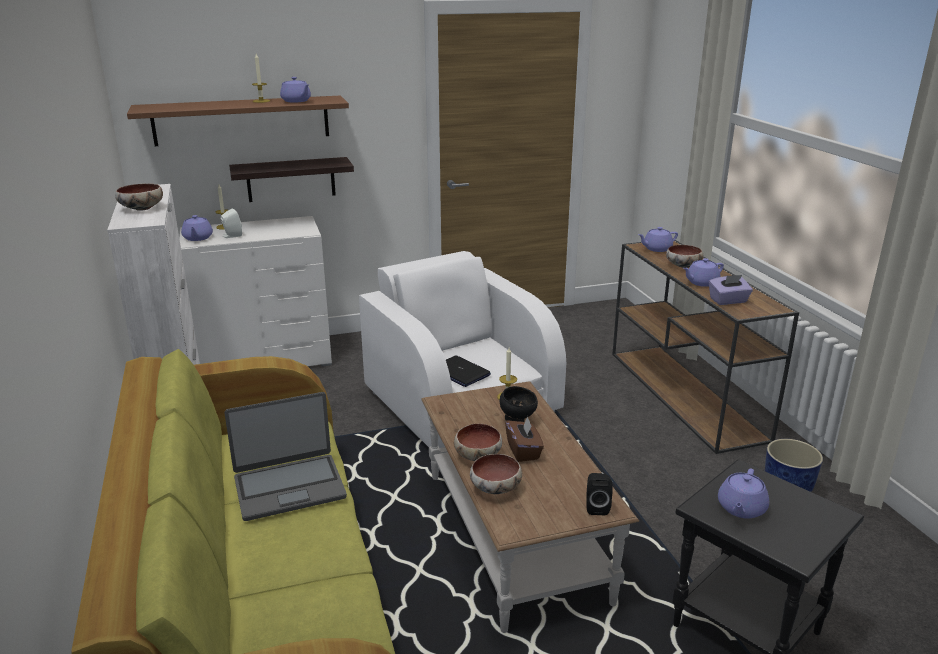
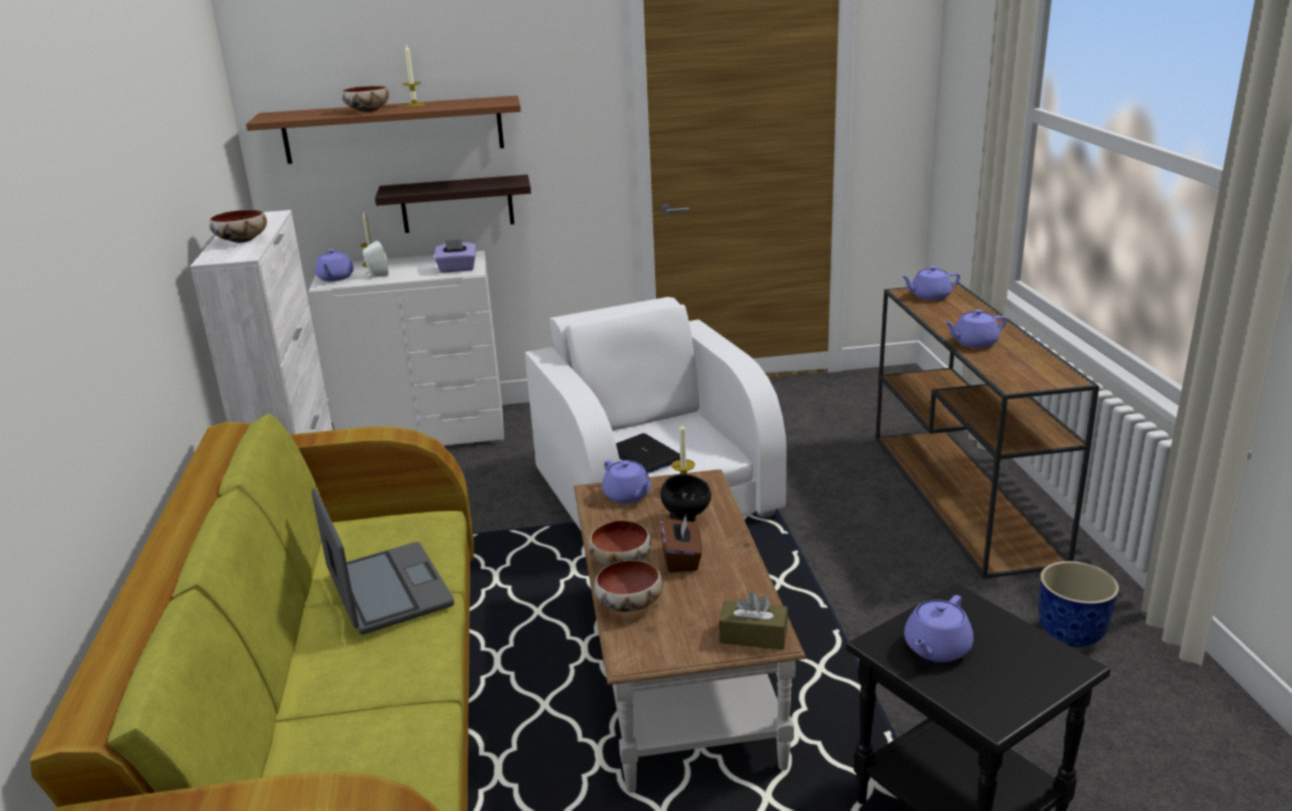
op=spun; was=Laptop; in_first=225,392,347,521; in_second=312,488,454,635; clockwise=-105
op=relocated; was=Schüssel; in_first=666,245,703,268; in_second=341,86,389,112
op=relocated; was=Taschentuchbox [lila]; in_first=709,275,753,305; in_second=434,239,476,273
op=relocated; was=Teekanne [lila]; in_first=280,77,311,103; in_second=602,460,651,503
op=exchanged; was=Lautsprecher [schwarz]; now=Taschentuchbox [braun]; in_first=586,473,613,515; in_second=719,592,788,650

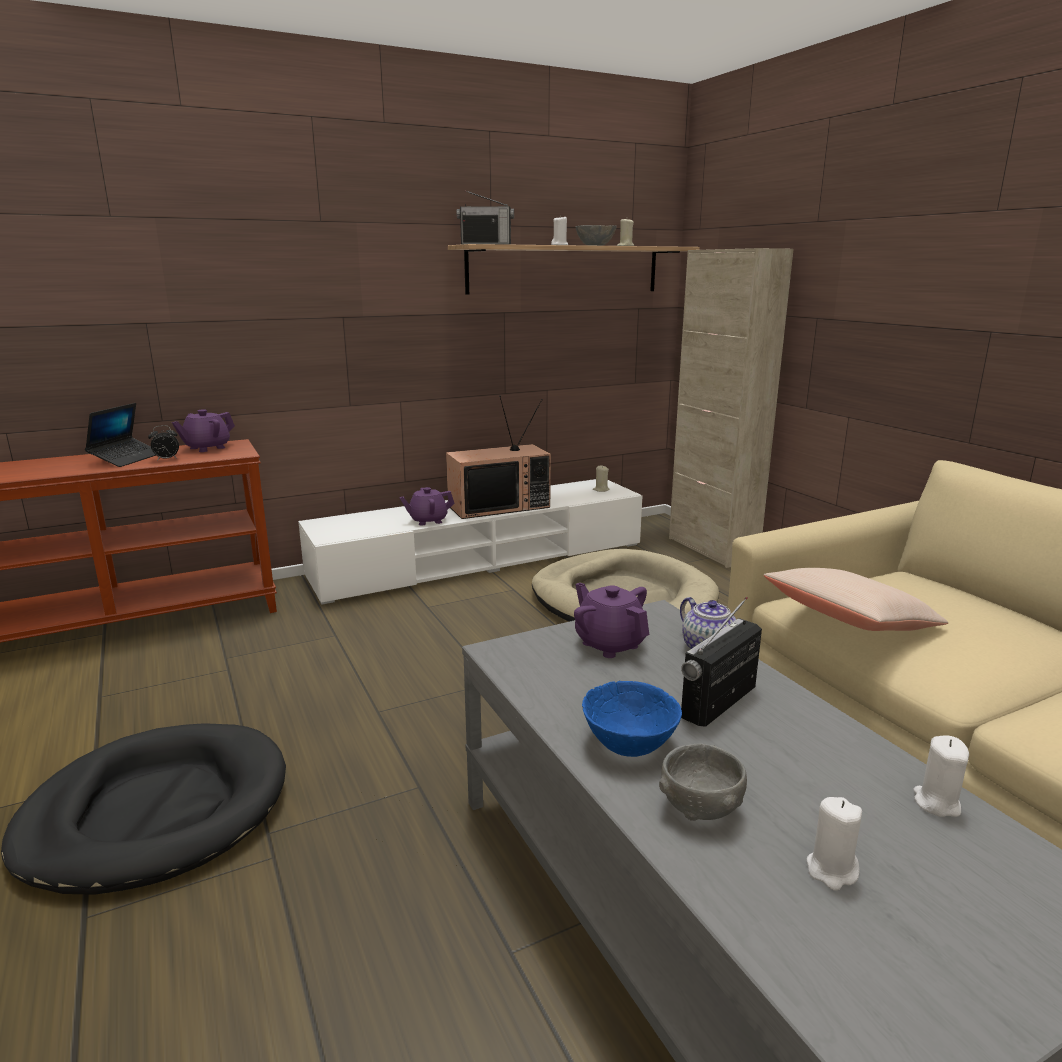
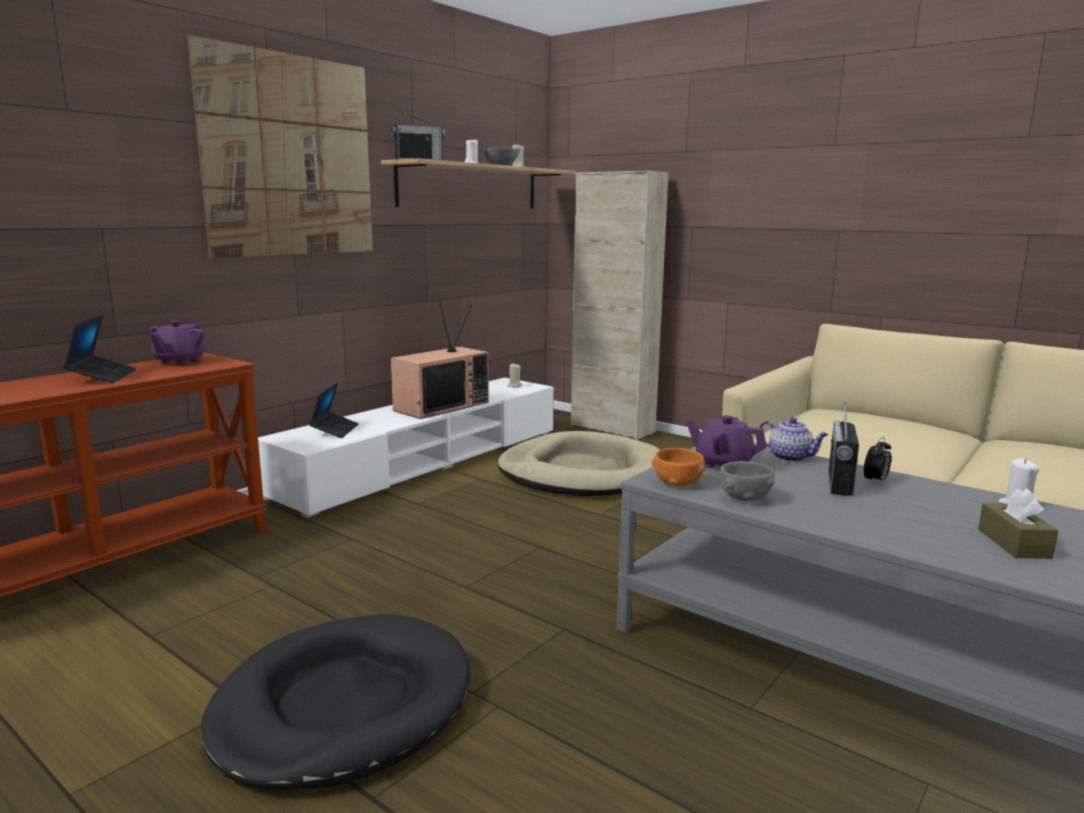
op=appeared; now=Bild; in_second=187,35,373,258
op=appeared; now=Laptop; in_second=309,382,359,438
op=appeared; now=Schüssel [orange]; in_second=652,448,705,486
op=relocated; was=Schüssel [grau]; in_first=659,743,747,821; in_second=720,461,774,501
op=relocated; was=Wecker; in_first=148,425,179,461; in_second=864,437,891,484
op=exchanged; was=Kerze [weiß]; now=Taschentuchbox [braun]; in_first=807,797,862,891; in_second=978,488,1058,559
op=missing; was=Teekanne [lila]; in_first=399,487,455,526
op=missing; was=Schüssel [blau]; in_first=582,681,682,757
op=missing; was=Kissen [beige]; in_first=764,568,948,631

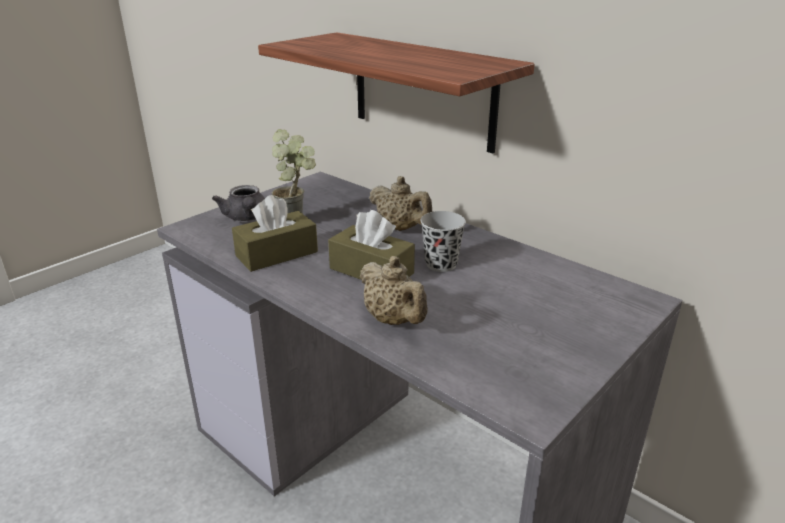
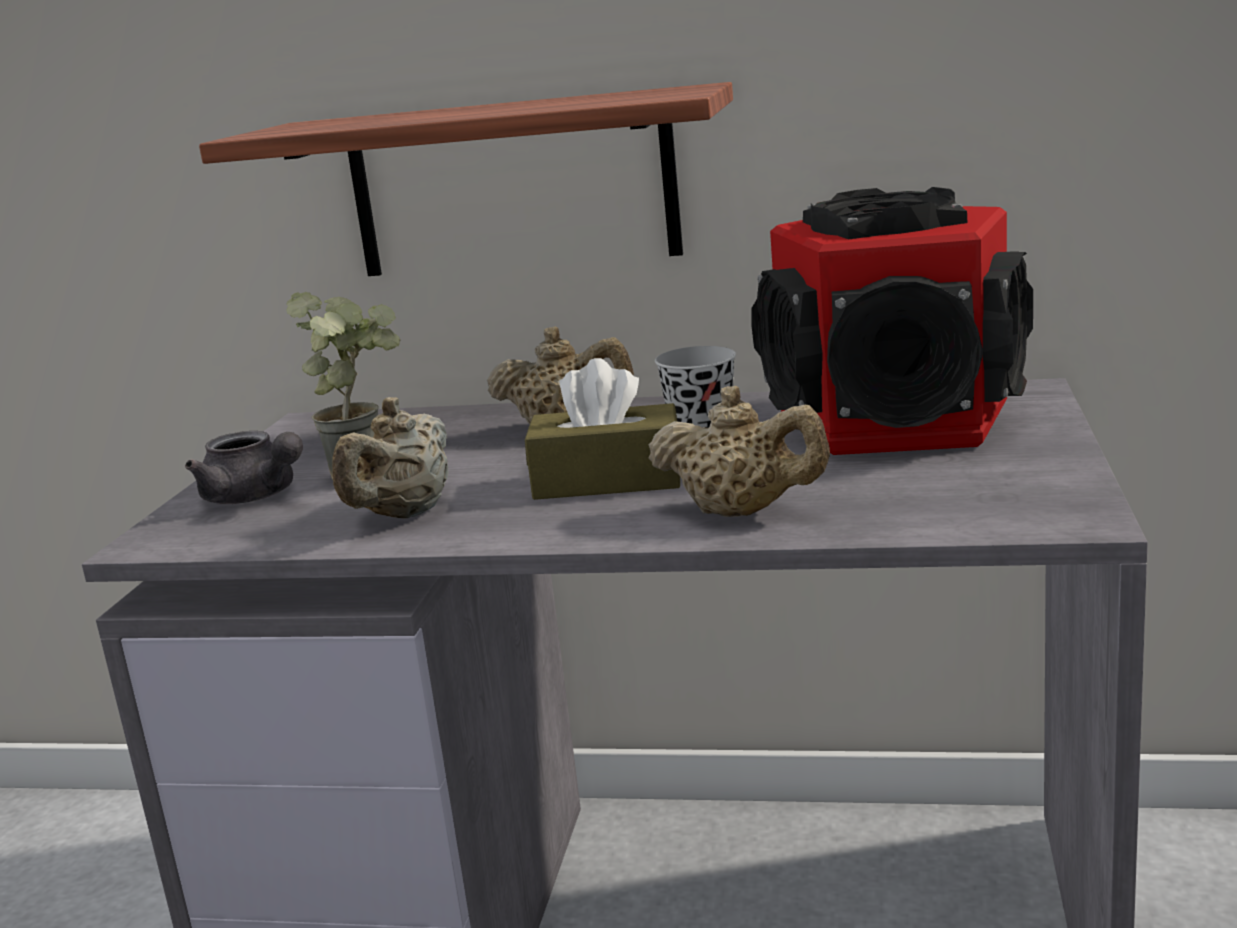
op=exchanged; was=Taschentuchbox [braun]; now=Teekanne [beige]; in_first=232,195,318,272; in_second=332,397,449,519
op=appeared; now=Lautsprecher; in_second=751,187,1033,455

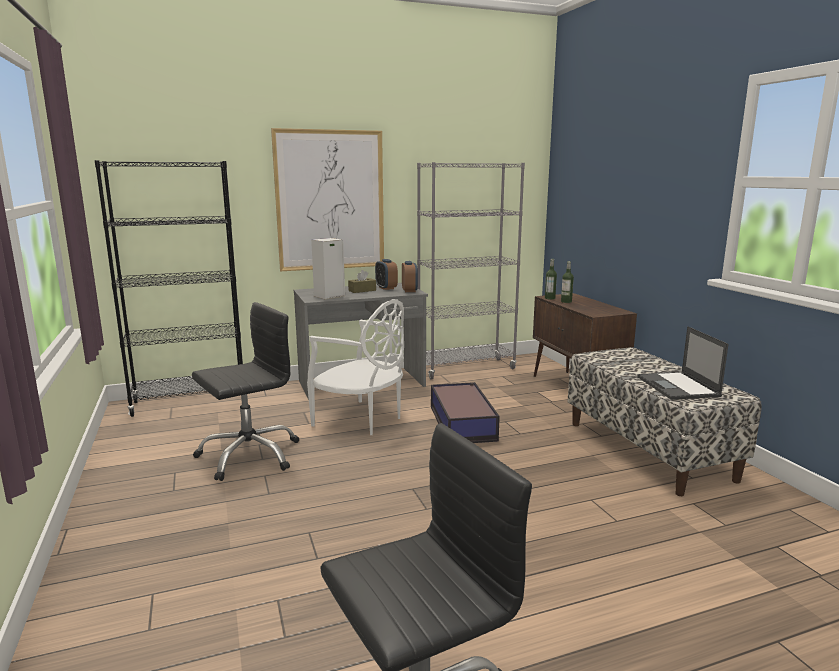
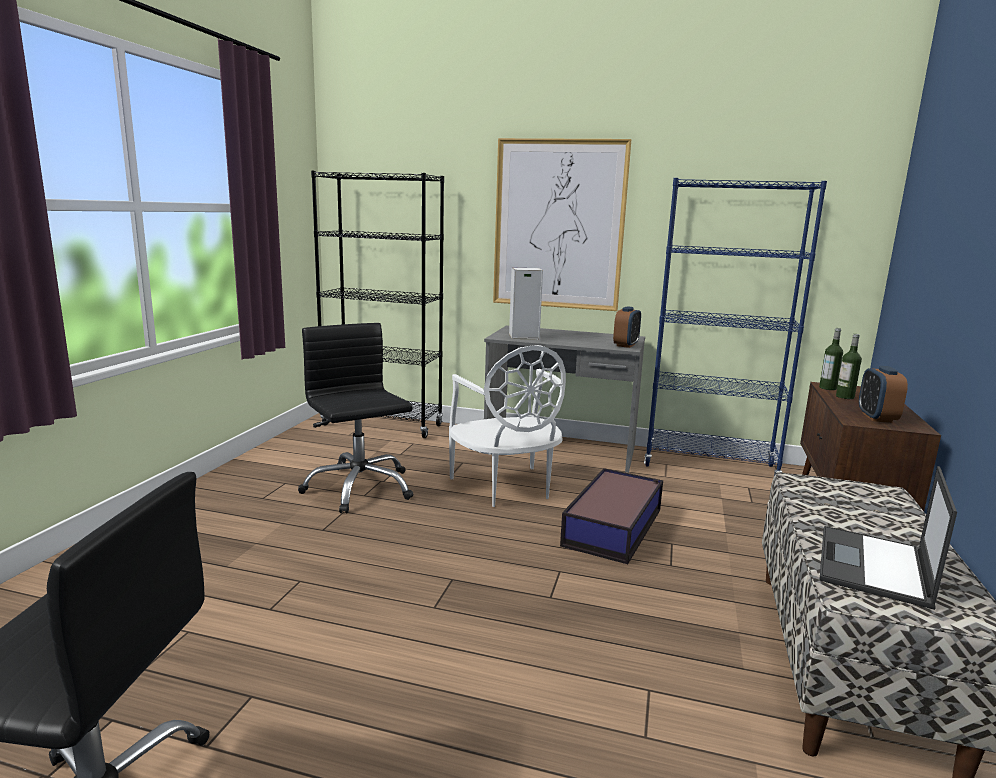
op=spun; was=Bürostuhl [schwarz]; in_first=192,302,299,481; in_second=298,323,413,514; clockwise=-120
op=colour; was=Bücherregal [grau]; now=Bücherregal [blau]; in_first=417,162,525,380; in_second=644,178,827,476
op=relocated; was=Wecker; in_first=375,259,398,290; in_second=859,366,908,423
op=missing; was=Taschentuchbox [braun]; in_first=348,270,376,293

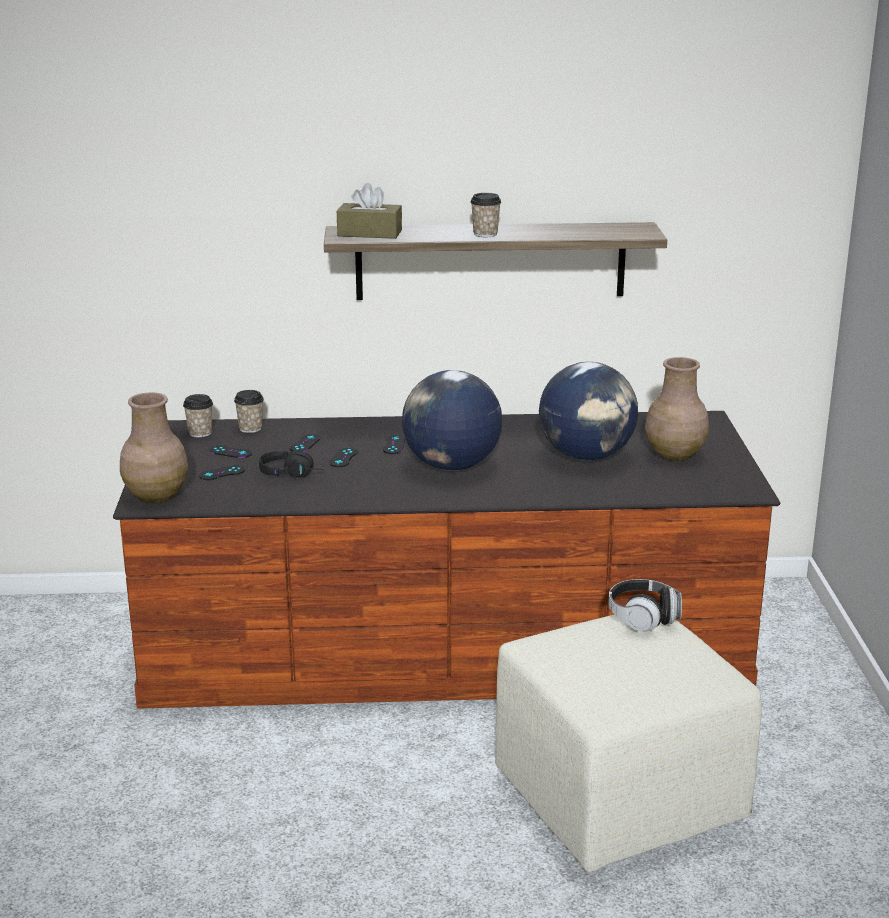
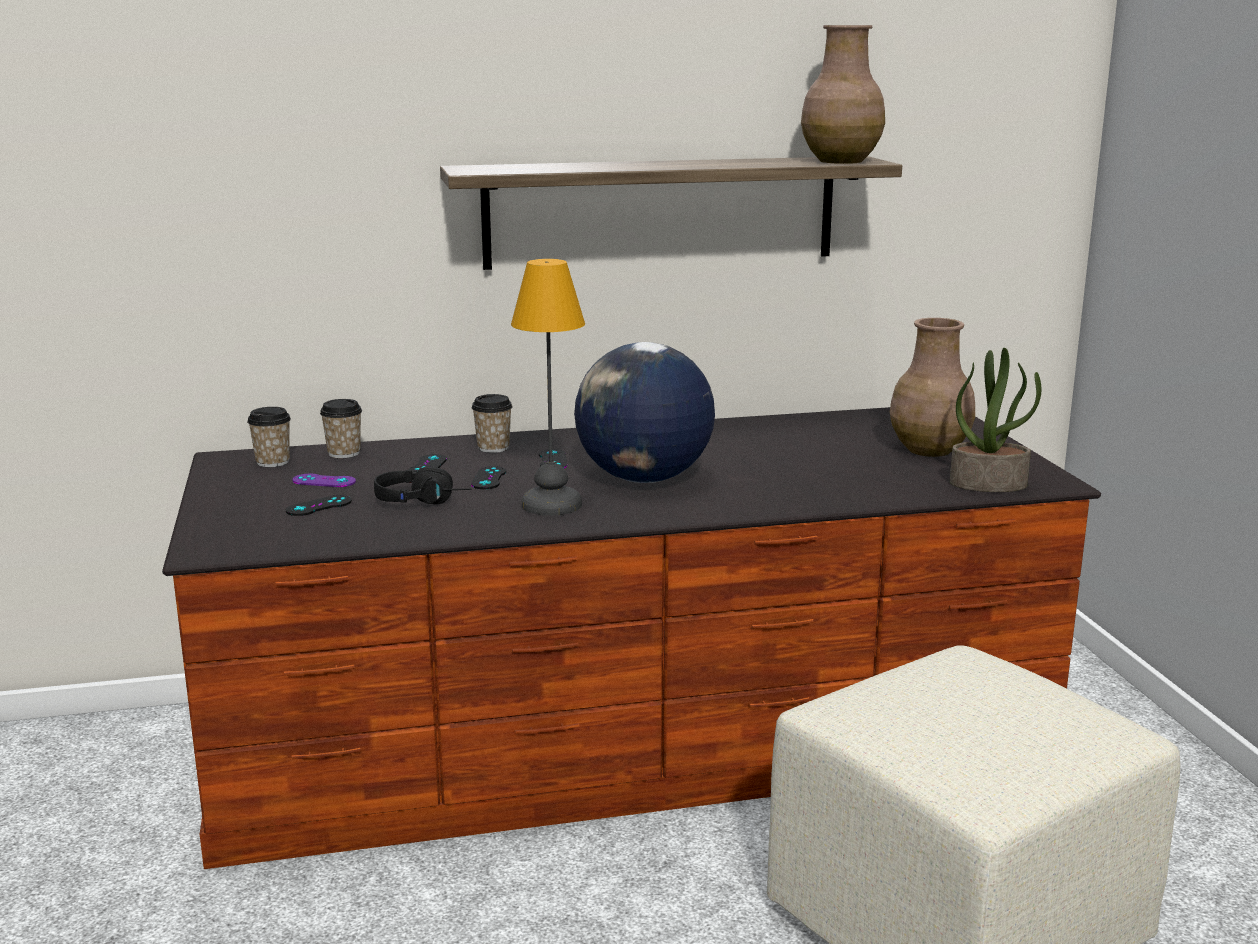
op=colour; was=Gamepad [schwarz]; now=Gamepad [lila]; in_first=210,445,252,458; in_second=293,474,356,487
op=relocated; was=Tasse; in_first=470,193,501,237; in_second=472,394,513,453
op=appeared; now=Tischlampe; in_second=511,259,585,516
op=relocated; was=Vase [braun]; in_first=120,393,188,504; in_second=801,25,885,164
op=appeared; now=Topfpflanze; in_second=950,348,1041,492
op=missing; was=Taschentuchbox [braun]; in_first=337,183,402,239
op=missing; was=Globus; in_first=539,362,638,461
op=missing; was=Kopfhörer; in_first=608,579,682,632

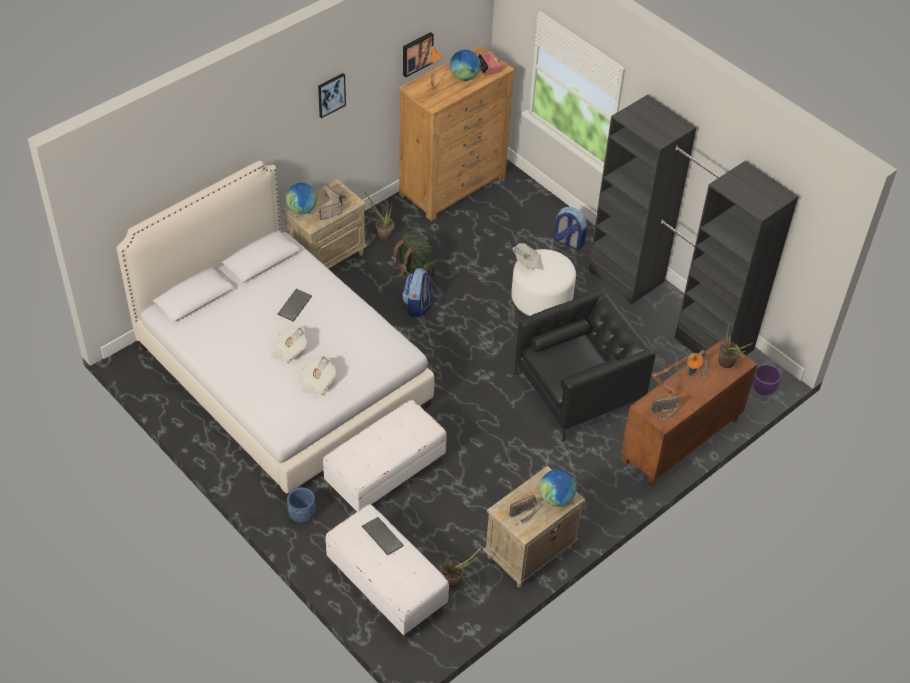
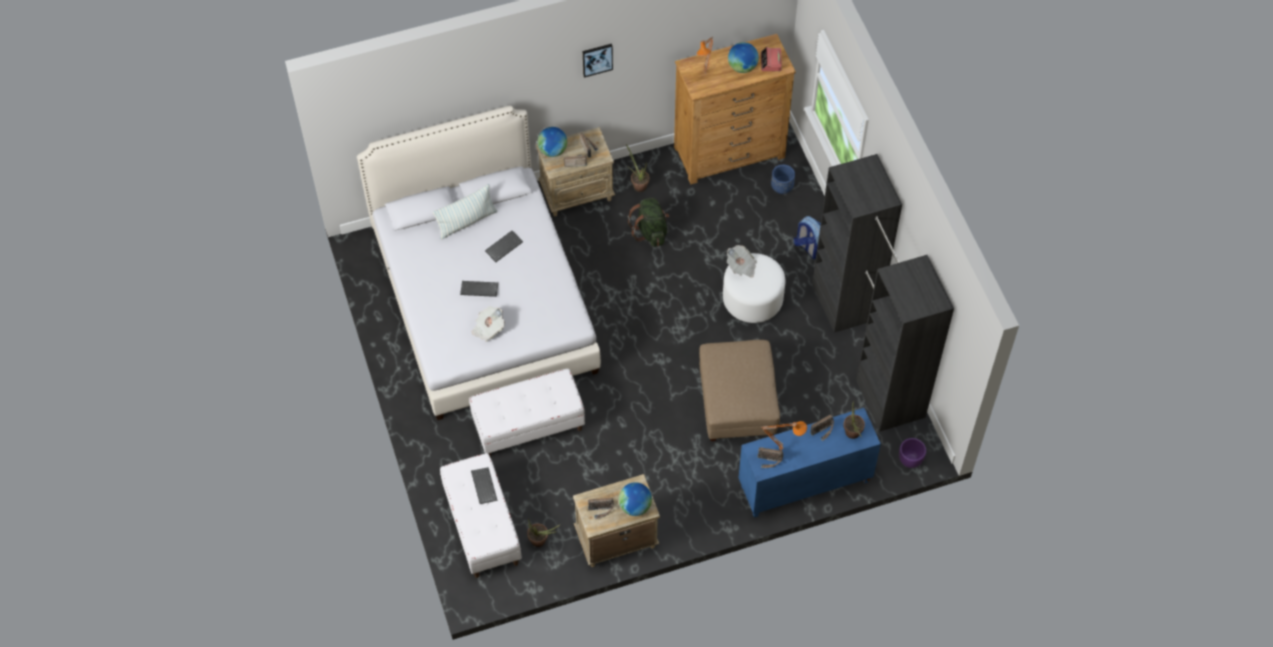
op=appeared; now=Kissen; in_second=433,184,497,240
op=exchanged; was=Zeitung; now=Tastatur; in_first=271,326,307,363; in_second=460,281,498,297
op=exchanged; was=Sessel [schwarz]; now=Polsterhocker [beige]; in_first=515,288,656,442; in_second=699,340,780,441
op=colour; was=Schrank [braun]; now=Schrank [blau]; in_first=621,338,758,487; in_second=738,408,881,518
op=relocated; was=Pflanzkübel [blau]; in_first=287,487,316,523; in_second=771,165,795,194
op=missing; was=Rucksack; in_first=402,268,433,317
op=missing; was=Bild; in_first=403,32,434,77

